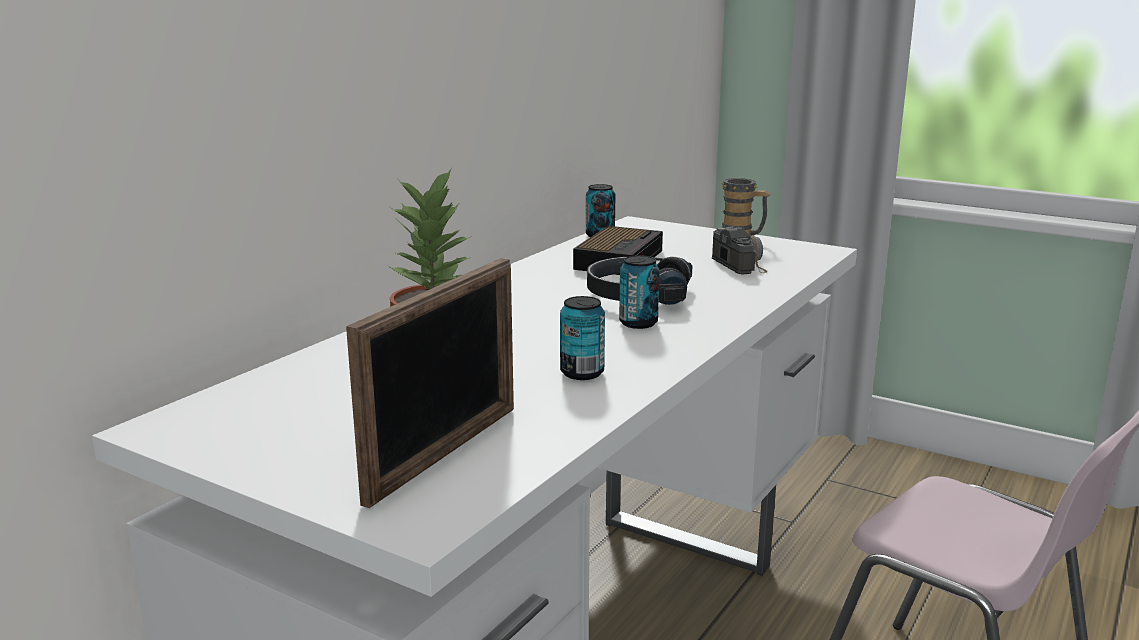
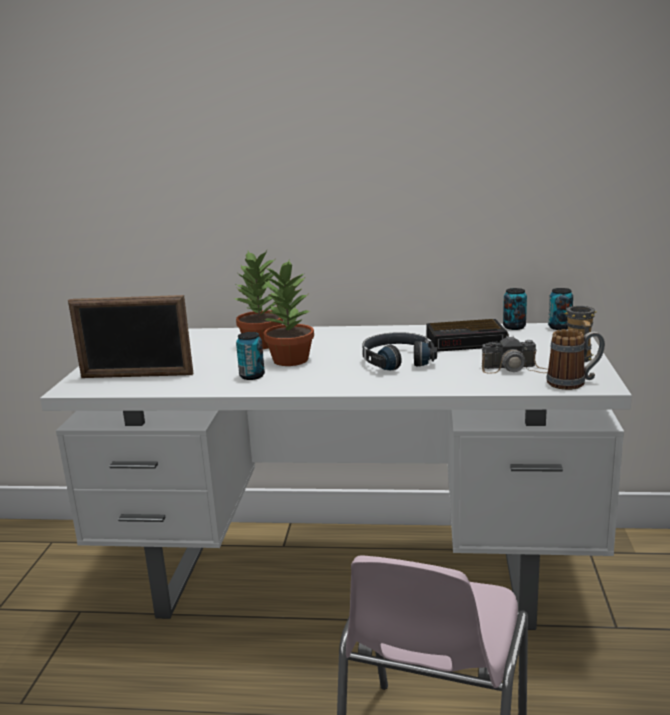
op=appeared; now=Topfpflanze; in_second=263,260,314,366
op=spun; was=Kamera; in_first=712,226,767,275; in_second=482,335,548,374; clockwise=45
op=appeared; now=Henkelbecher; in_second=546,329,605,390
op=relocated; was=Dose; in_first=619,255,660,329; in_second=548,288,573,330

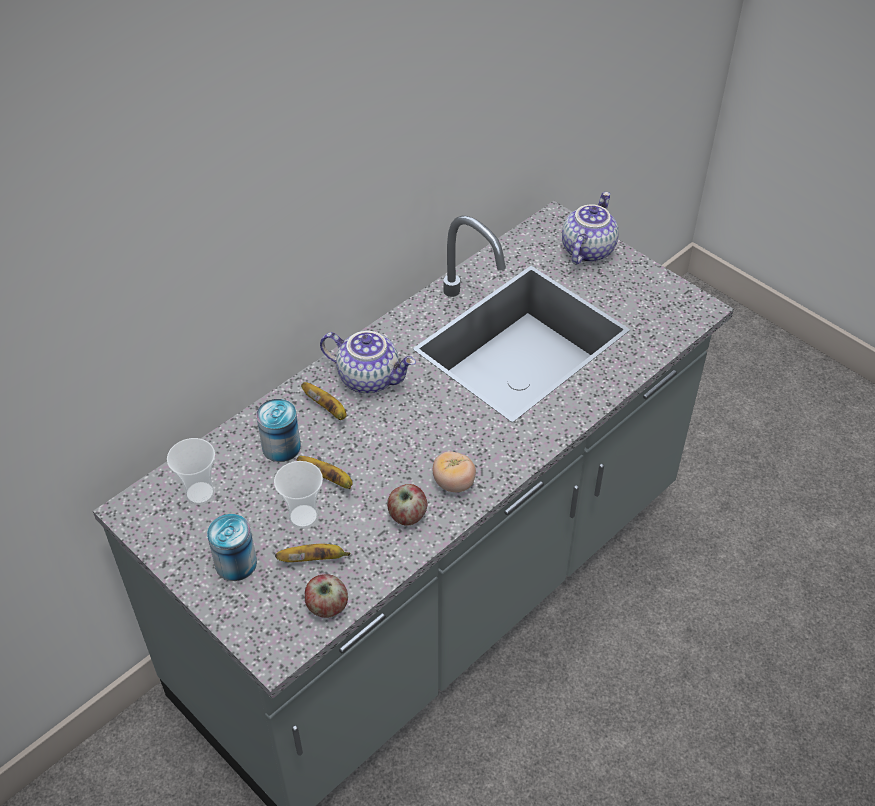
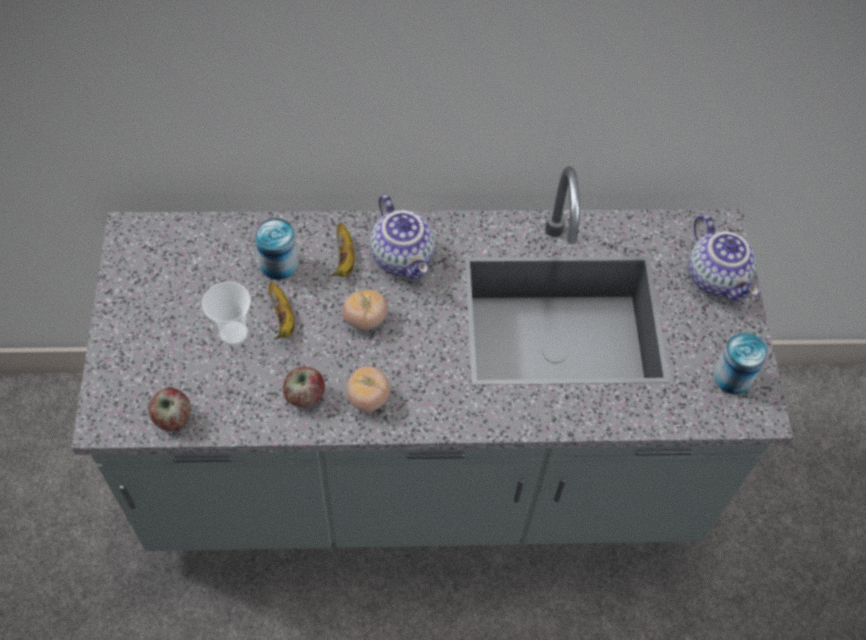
op=appeared; now=Tomate; in_second=342,290,388,330
op=spun; was=Teekanne; in_first=562,192,619,265; in_second=689,214,759,302; clockwise=90
op=relocated; was=Dose; in_first=207,514,257,581; in_second=713,332,768,395
op=missing; was=Tasse; in_first=167,438,215,505
op=missing; was=Banane; in_first=275,544,350,562

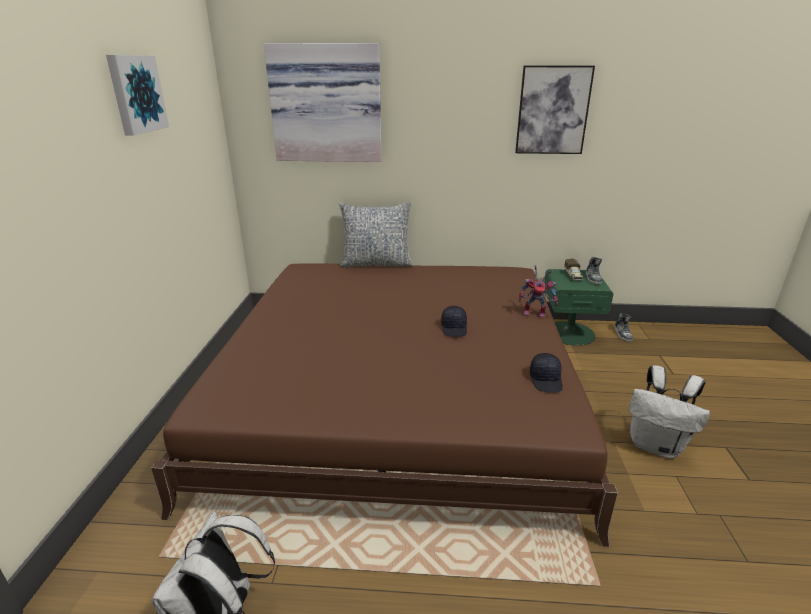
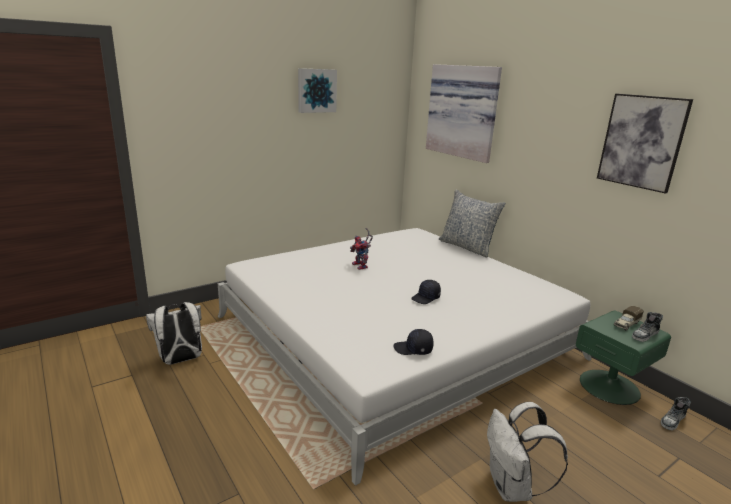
op=colour; was=Bett [braun]; now=Bett [weiß]; in_first=151,263,618,547; in_second=218,228,592,486
op=relocated; was=Spielzeugroboter; in_first=519,265,558,318; in_second=350,228,373,270
op=spun; was=Kappe [schwarz]; in_first=530,353,563,393; in_second=394,329,434,355; clockwise=45

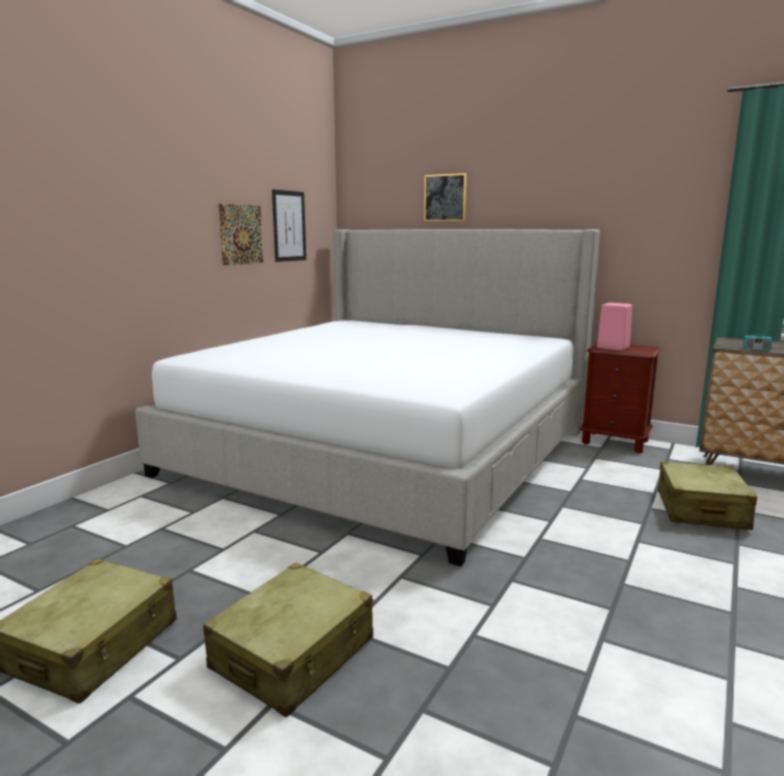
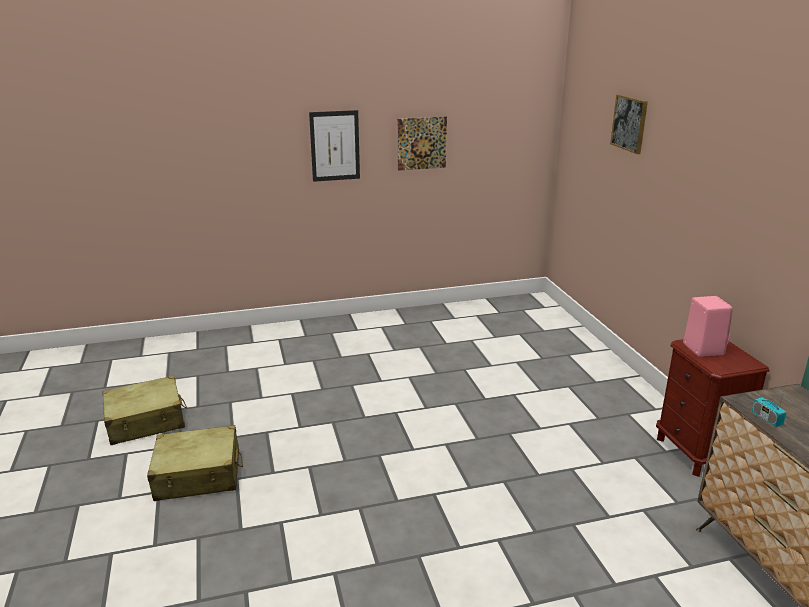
op=relocated; was=Bild; in_first=272,189,306,262; in_second=309,110,360,182
op=missing; was=Bett; in_first=135,229,600,567
op=missing; was=Koffer [beige]; in_first=658,461,757,530

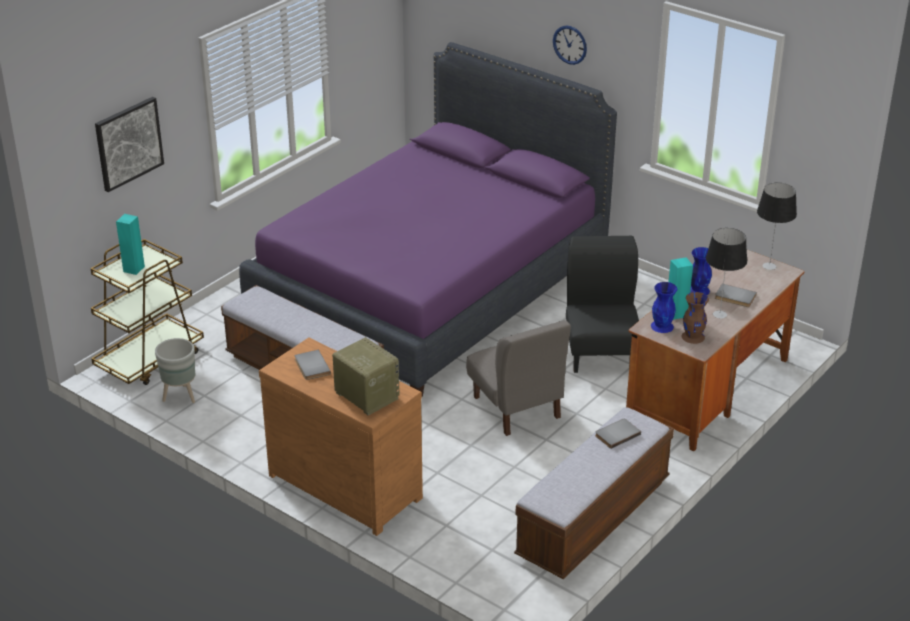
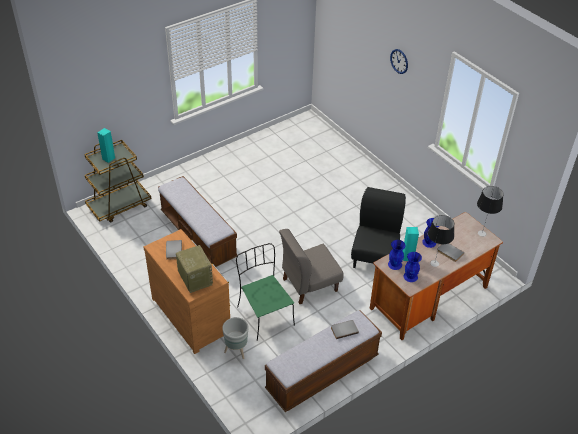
op=relocated; was=Pflanzkübel [grau]; in_first=155,338,195,403; in_second=222,317,249,359
op=appeared; now=Stuhl [grün]; in_second=236,243,295,341
op=spun; was=Stuhl [grau]; in_first=466,320,571,436; in_second=279,229,343,304; clockwise=75
op=colour; was=Vase [braun]; now=Vase [blau]; in_first=682,292,709,344; in_second=404,252,422,282
op=missing; was=Bild; in_first=95,97,164,192
op=missing; was=Bett [lila]; in_first=239,42,617,397

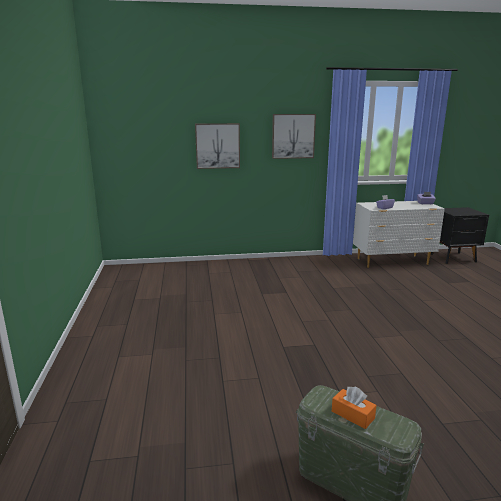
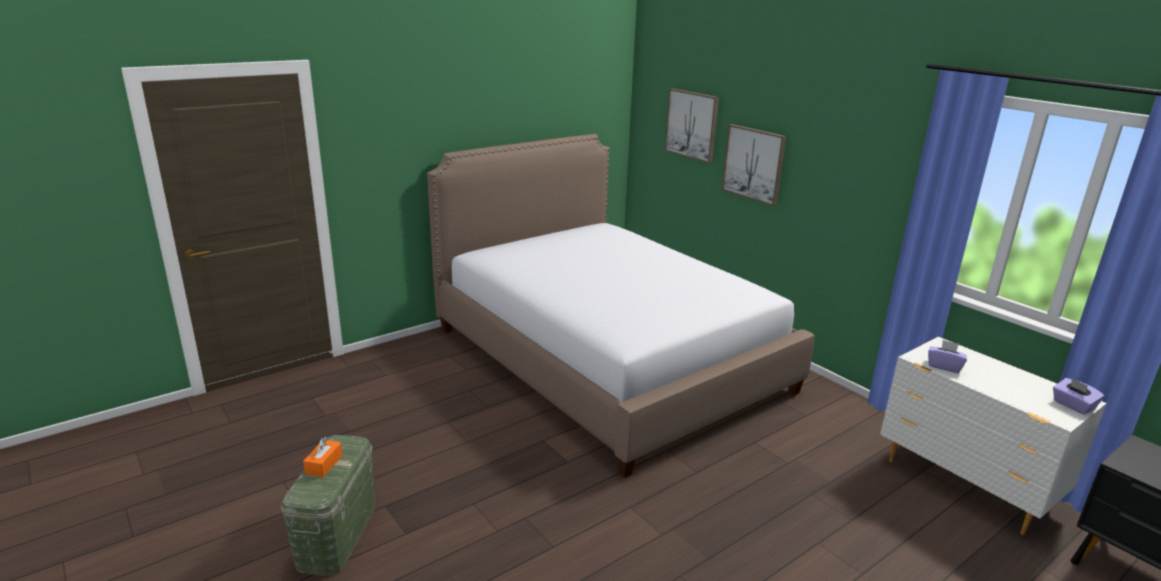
op=appeared; now=Bett; in_second=427,134,815,478
op=relocated; was=Bild; in_first=272,114,316,159; in_second=665,88,719,163

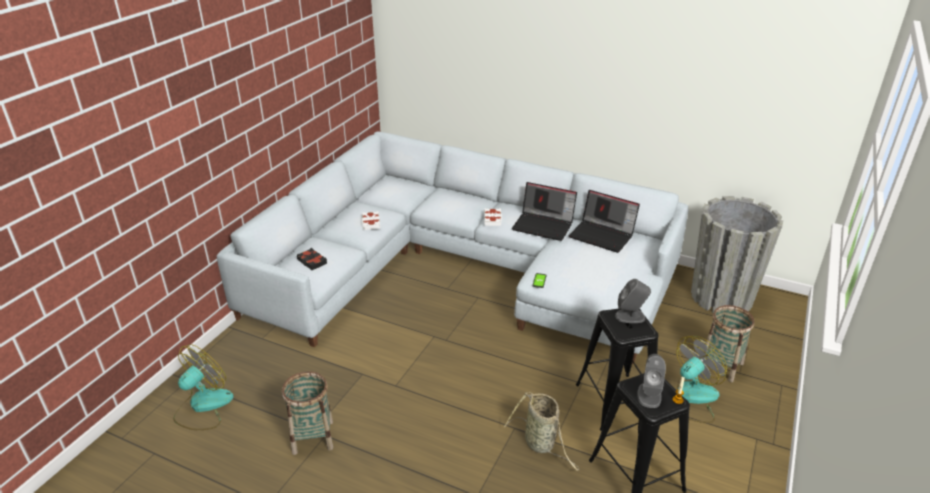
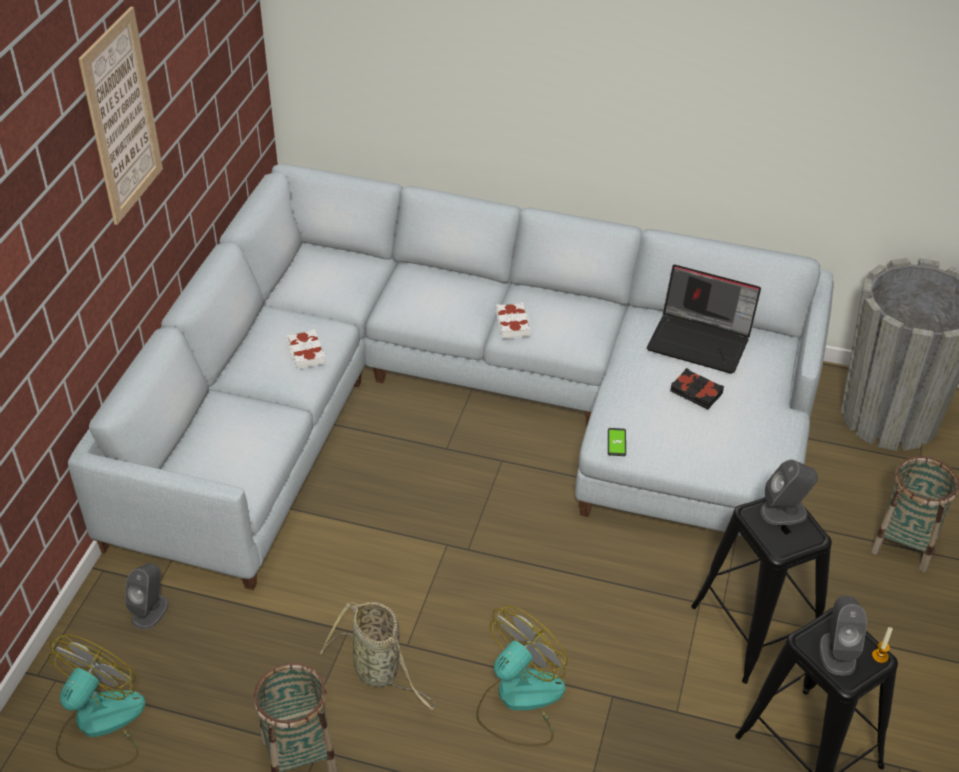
op=appeared; now=Bild; in_second=78,7,163,225
op=appeared; now=Lautsprecher [grau]; in_second=125,563,169,629
op=relocated; was=Korb; in_first=504,392,579,471; in_second=321,602,436,710
op=relocated; was=Ventilator; in_first=675,336,727,423; in_second=476,606,568,746
op=relocated; was=Buch [schwarz]; in_first=297,248,327,270; in_second=671,368,724,409
op=missing; was=Laptop; in_first=512,182,577,241

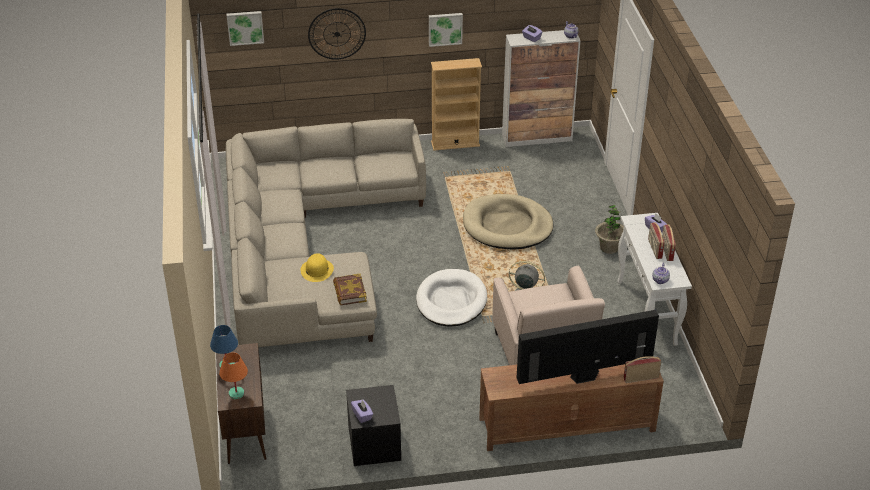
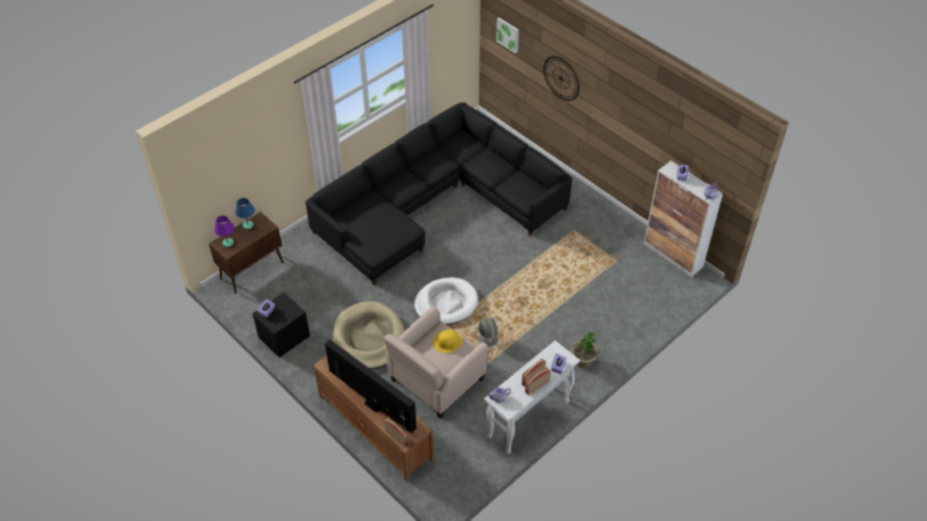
op=colour; was=Tischlampe [orange]; now=Tischlampe [lila]; in_first=219,352,248,399; in_second=214,216,234,247
op=colour; was=Sofa [beige]; now=Sofa [schwarz]; in_first=226,119,426,347; in_second=305,102,572,285
op=relocated; was=Hundebett [beige]; in_first=463,194,554,250; in_second=333,301,405,369
op=relocated; was=Hut [gelb]; in_first=300,253,334,282; in_second=433,329,463,353
op=missing; was=Buch; in_first=333,274,367,305
op=missing; was=Bild; in_first=429,13,463,47
op=missing; was=Bücherregal [beige]; in_first=431,58,482,151

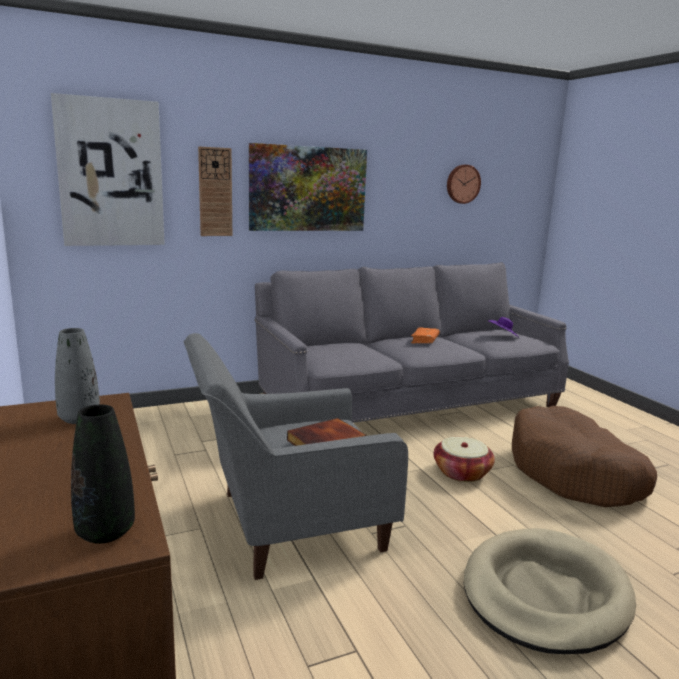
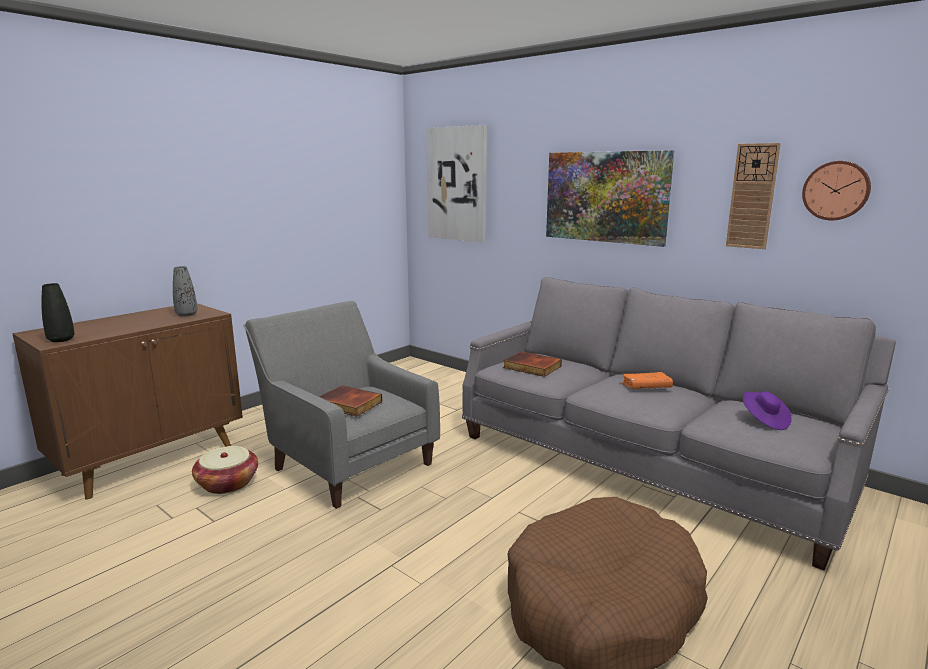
op=relocated; was=Korb; in_first=434,437,495,482; in_second=192,446,258,494
op=appeared; now=Buch; in_second=503,351,562,377
op=relocated; was=Wanduhr; in_first=198,147,232,236; in_second=726,143,781,249
op=missing; was=Hundebett [beige]; in_first=464,528,636,654

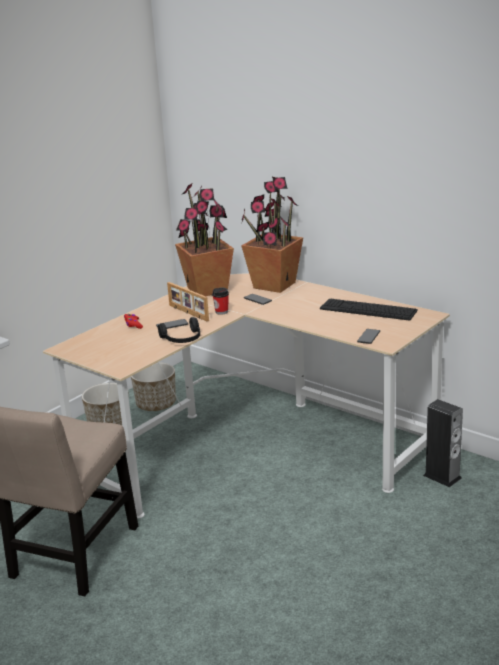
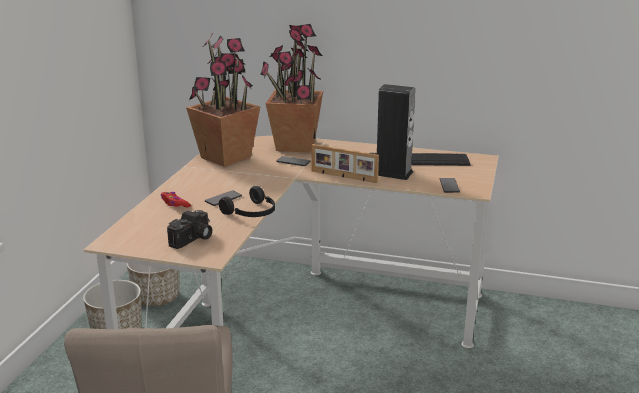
op=appeared; now=Kamera; in_second=167,210,212,249
op=relocated; was=Bilderrahmen; in_first=167,282,209,321; in_second=311,144,379,183
op=relocated; was=Lautsprecher; in_first=423,399,463,487; in_second=377,84,415,180
op=missing; was=Tasse; in_first=212,288,229,315

